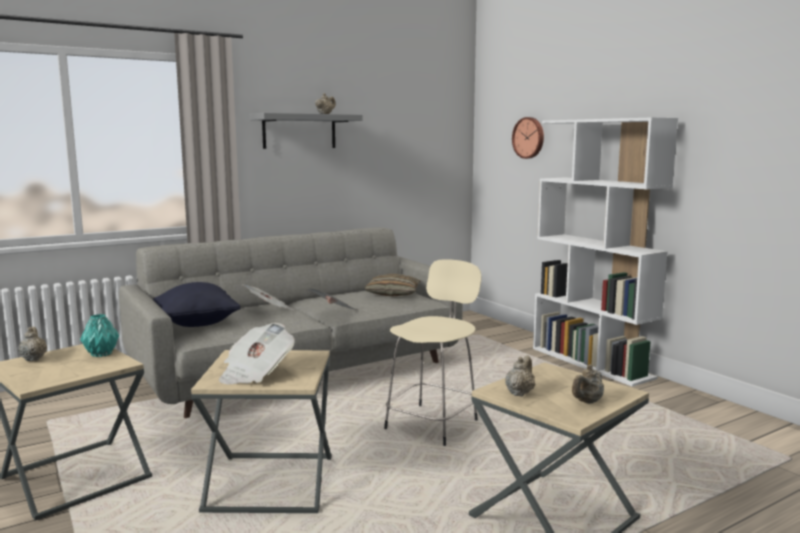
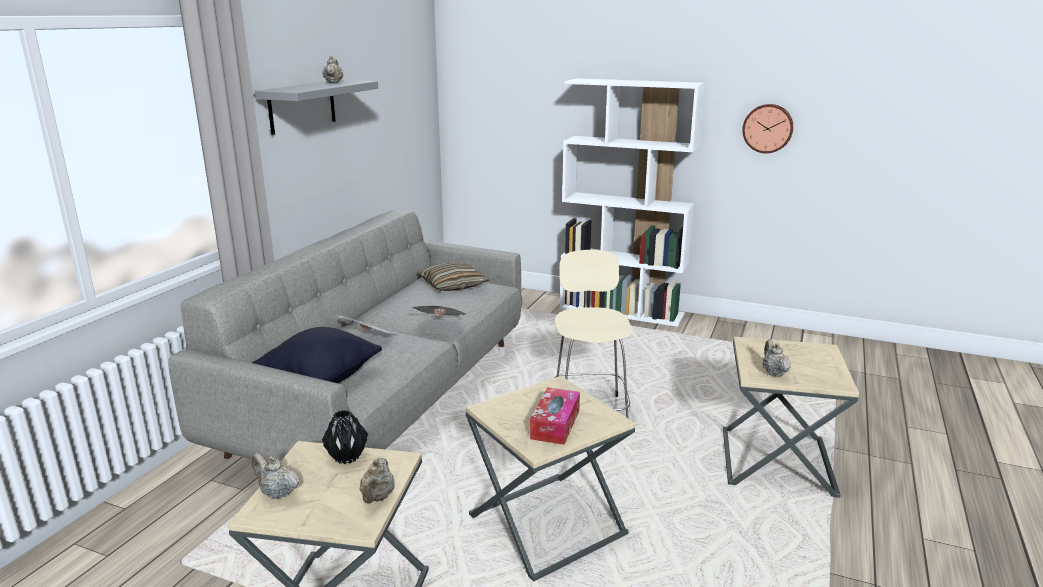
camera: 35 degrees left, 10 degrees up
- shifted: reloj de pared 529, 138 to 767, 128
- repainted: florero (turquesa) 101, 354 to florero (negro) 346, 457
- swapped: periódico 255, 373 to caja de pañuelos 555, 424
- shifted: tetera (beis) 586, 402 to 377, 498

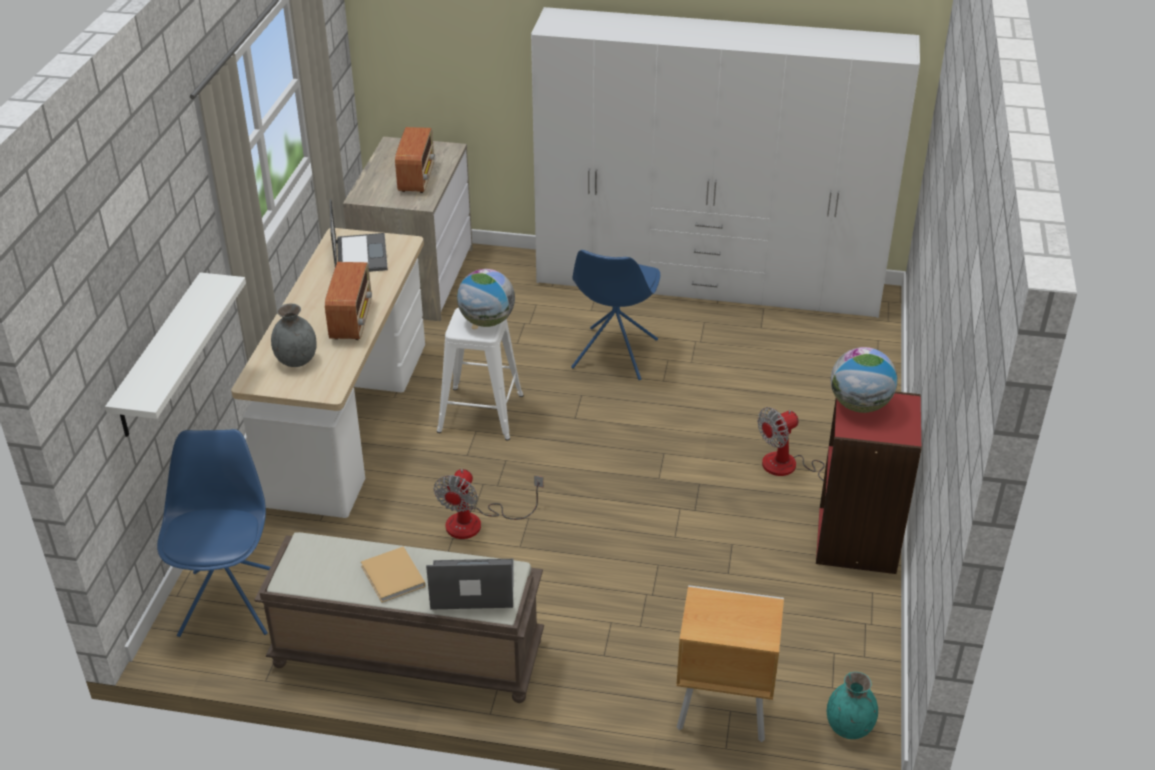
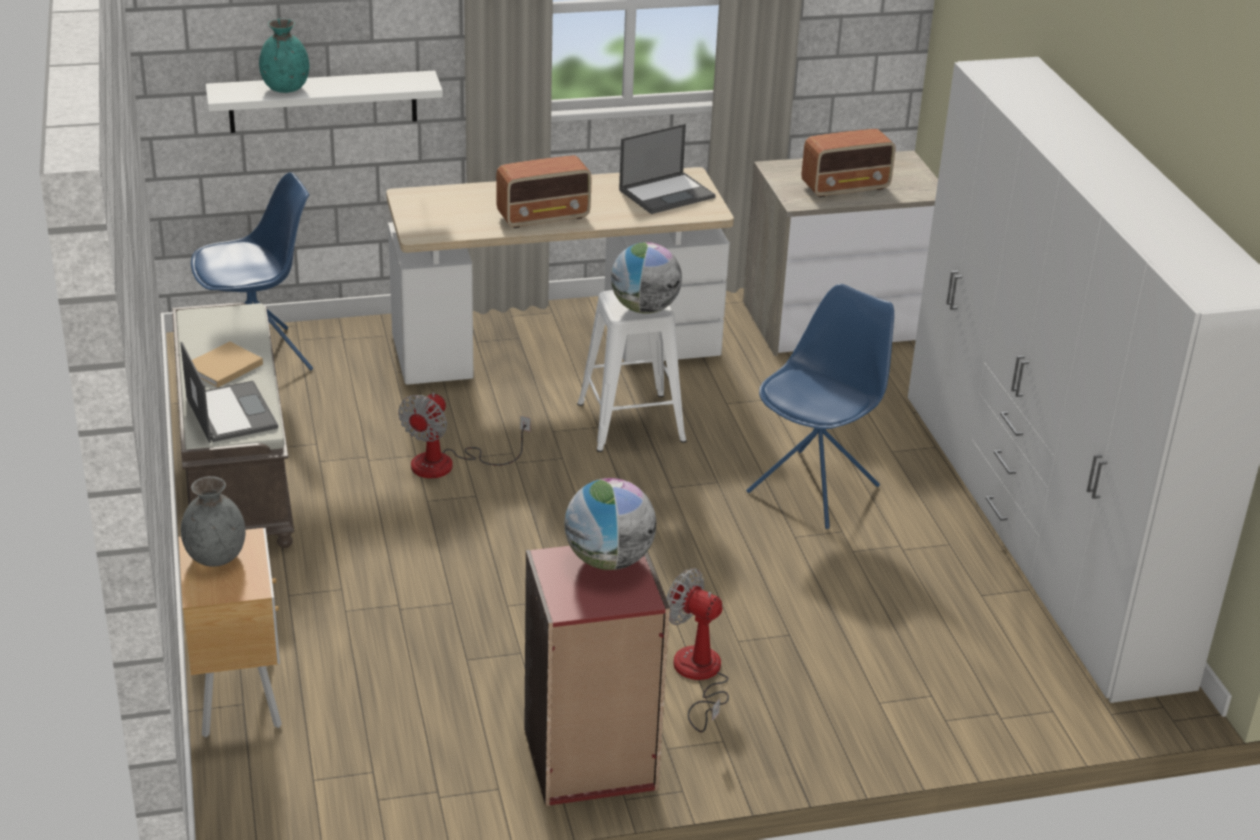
camera: 65 degrees right, 5 degrees down
- rotated: silla (azul) 614, 355 = 815, 488 135 degrees clockwise
- shifted: florero (gris) 296, 360 to 215, 556
- rotated: ventilador 476, 522 = 448, 464 60 degrees counterclockwise
- shifted: florero (turquesa) 849, 727 to 286, 88

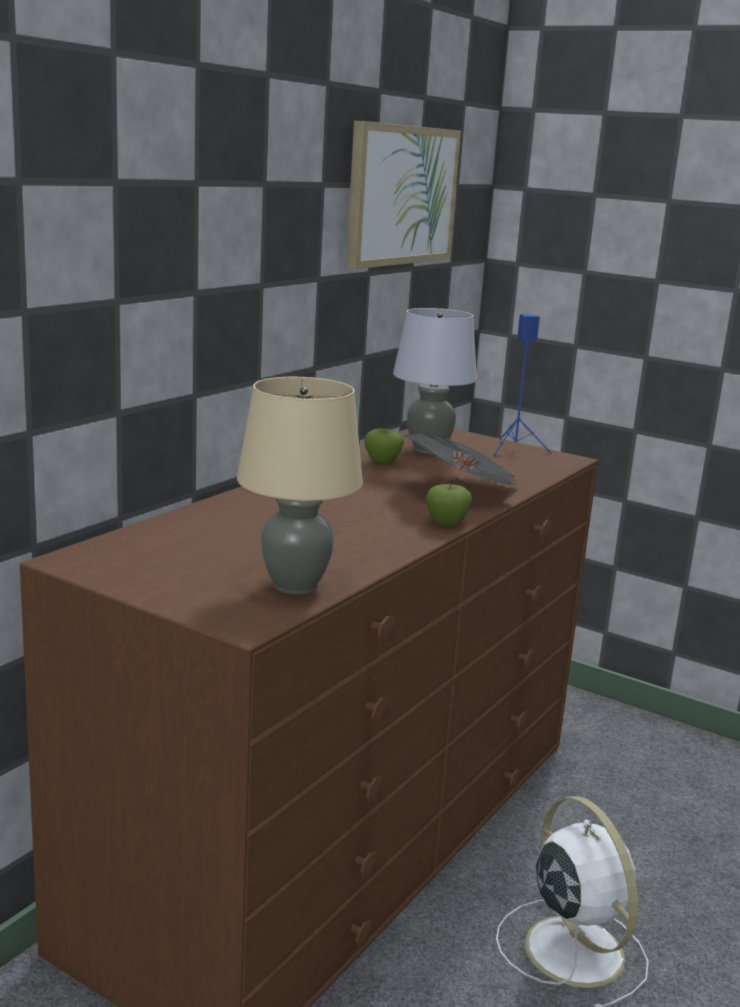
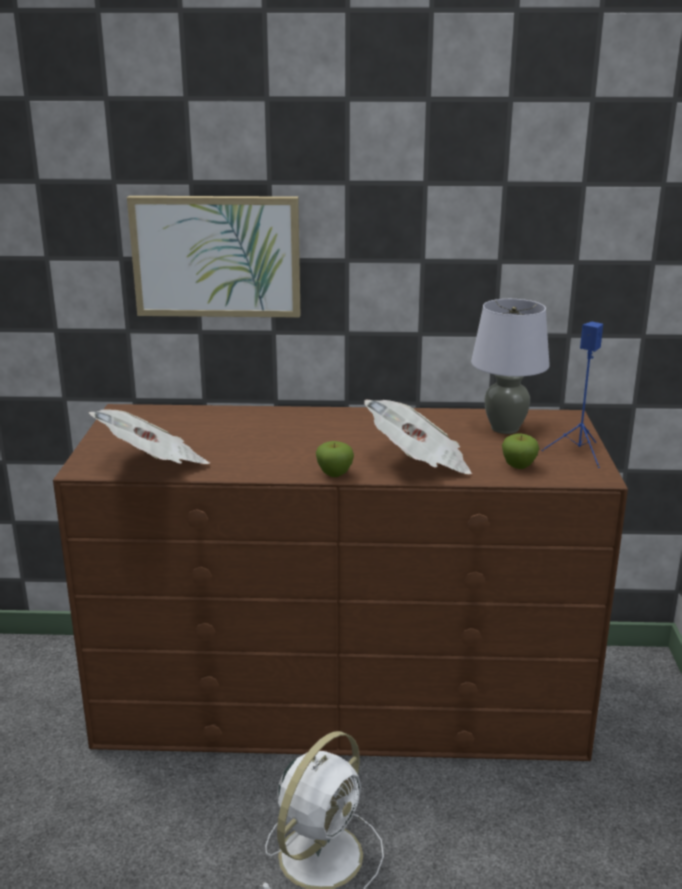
camera: 60 degrees right, 5 degrees up
- shifted: cuadro 401, 195 to 216, 256
- swapped: lámpara de mesa (beis) 294, 586 to periódico 154, 464
- shifted: manzana 382, 462 to 518, 466

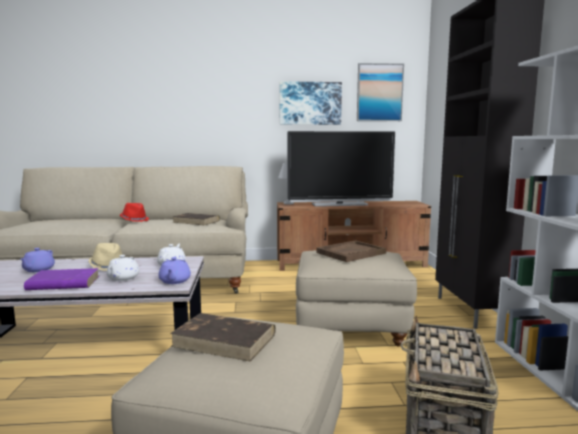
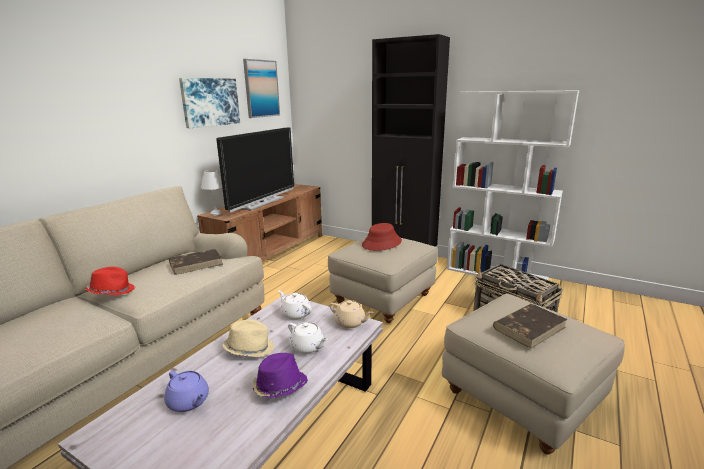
camera: 55 degrees left, 10 degrees up
- swapped: bandeja (marrón) 351, 253 to sombrero (rojo) 382, 243
- repainted: tetera (morado) 174, 281 to tetera (beis) 350, 323
- swapped: libro (morado) 63, 283 to sombrero (morado) 279, 387

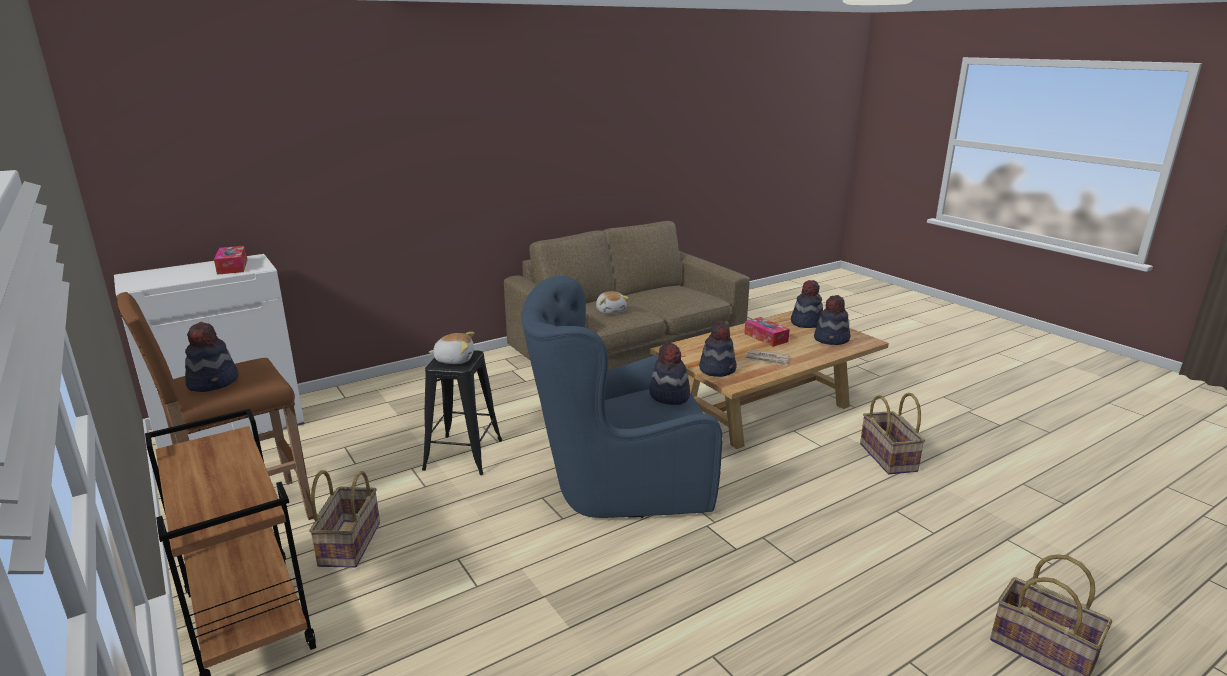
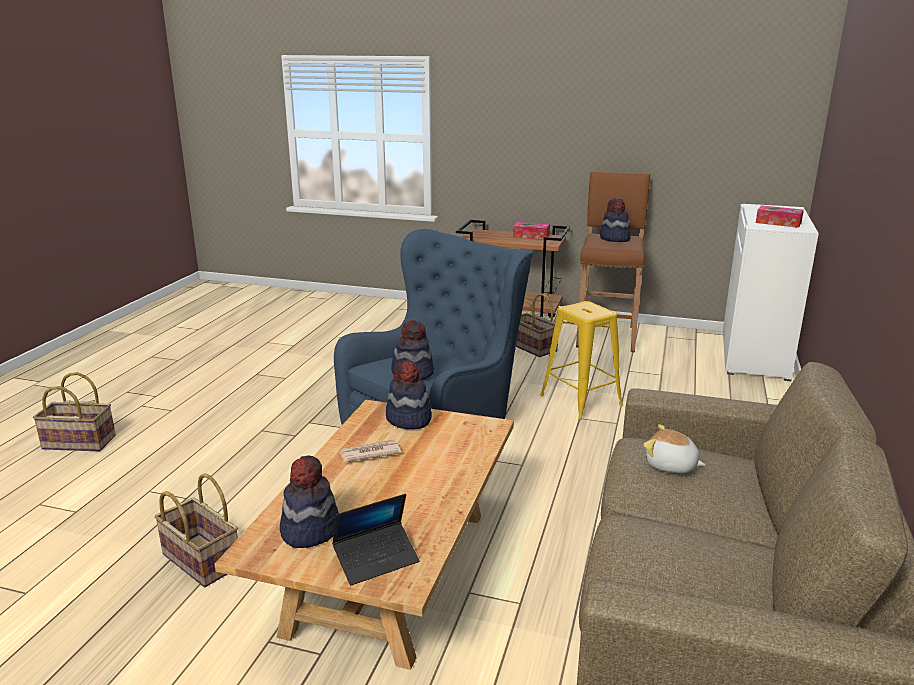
camera: 140 degrees right, 0 degrees up
- swapped: sombrero 806, 322 to portátil 376, 560
- shifted: caja de pañuelos 766, 337 to 531, 236
- gone: peluche 454, 359
- repainted: taburete (negro) 463, 455 to taburete (amarillo) 580, 400

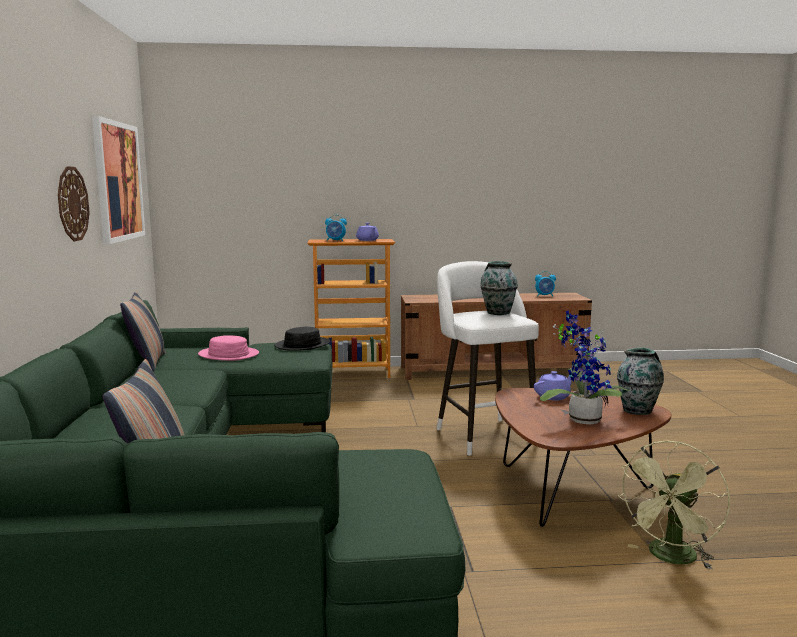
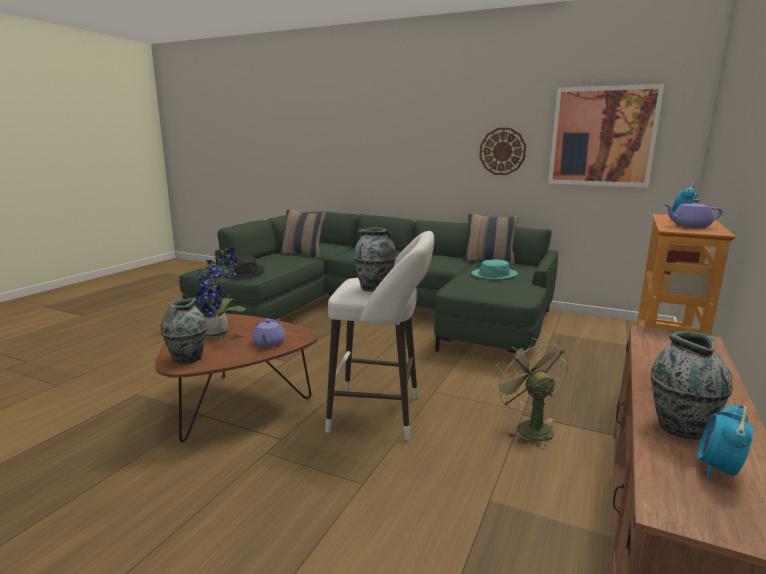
camera: 120 degrees right, 5 degrees up
- shifted: sombrero (negro) 302, 345 to 243, 271
- repainted: sombrero (rosa) 228, 355 to sombrero (turquesa) 494, 274
- shifted: ventilador (verde) 670, 558 to 528, 427
- new: florero 680, 427

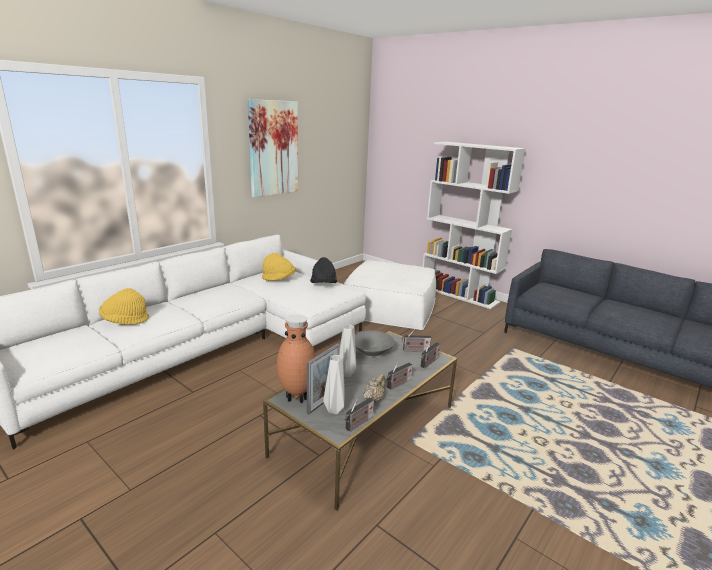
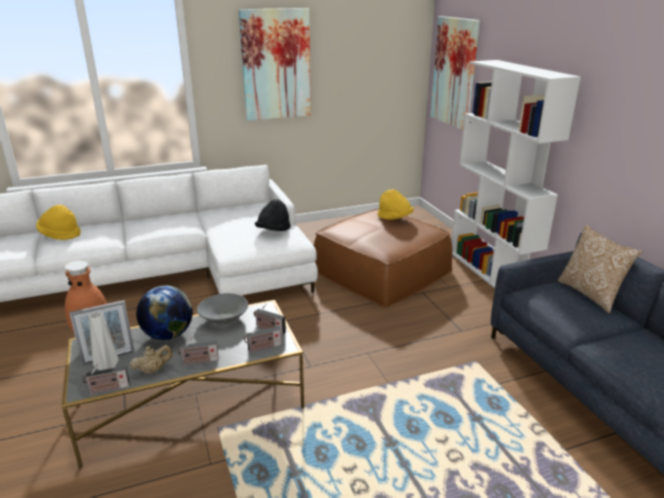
camera: 30 degrees right, 5 degrees up
- shifted: sombrero (amarillo) 279, 279 to 394, 218
- repainted: puf (blanco) 390, 306 to puf (marrón) 381, 270
- swapped: florero (gris) 346, 373 to globo terráqueo 168, 335
- new: cuadro 454, 72
- new: cojín 590, 294

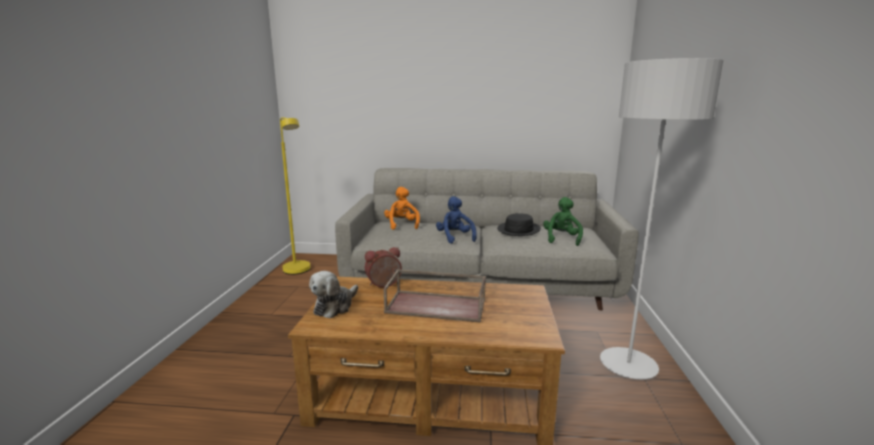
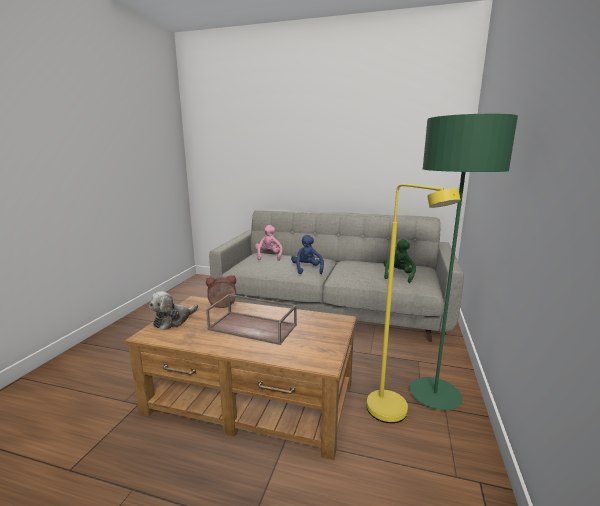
camera: 10 degrees right, 0 degrees up
- repainted: lámpara de pie (gris) 628, 365 to lámpara de pie (verde) 434, 395
- shifted: lámpara de pie (amarillo) 298, 272 to 393, 416
- repainted: peluche (naranja) 402, 225 to peluche (rosa) 269, 256
- gone: sombrero (negro) 519, 230

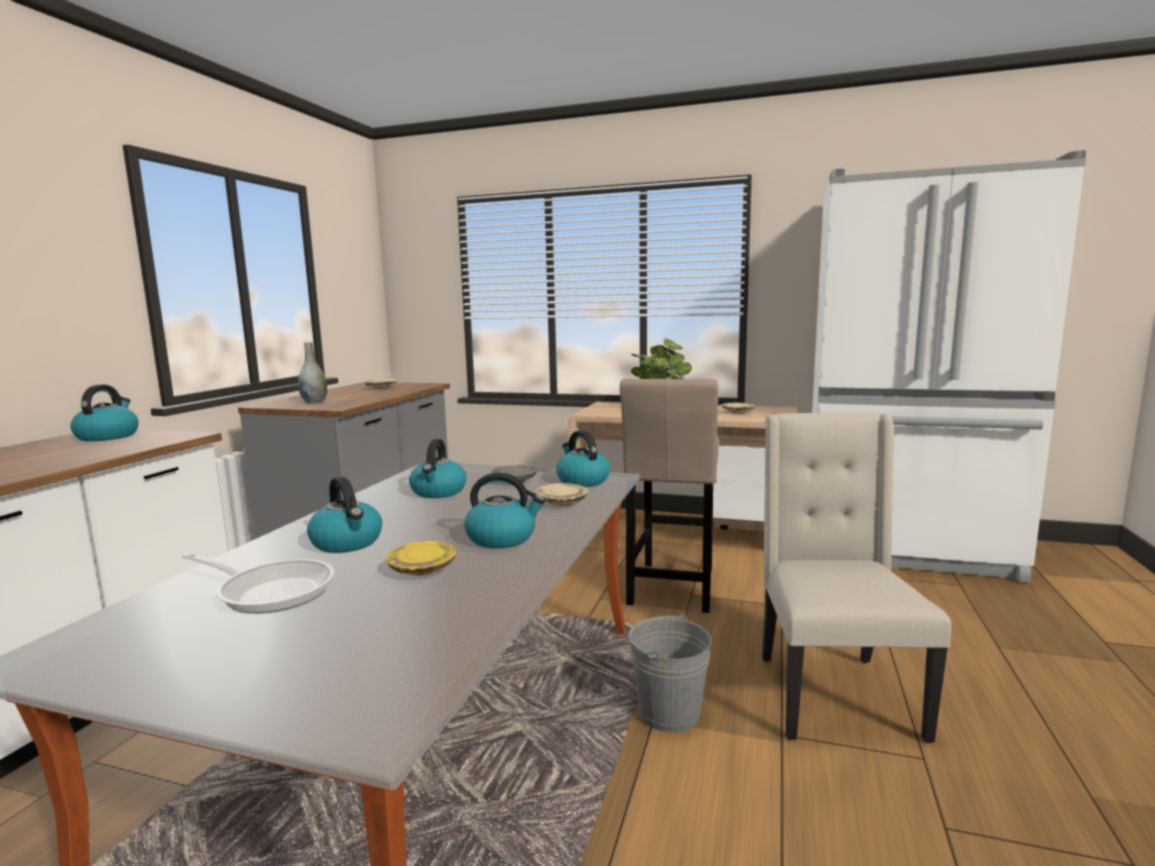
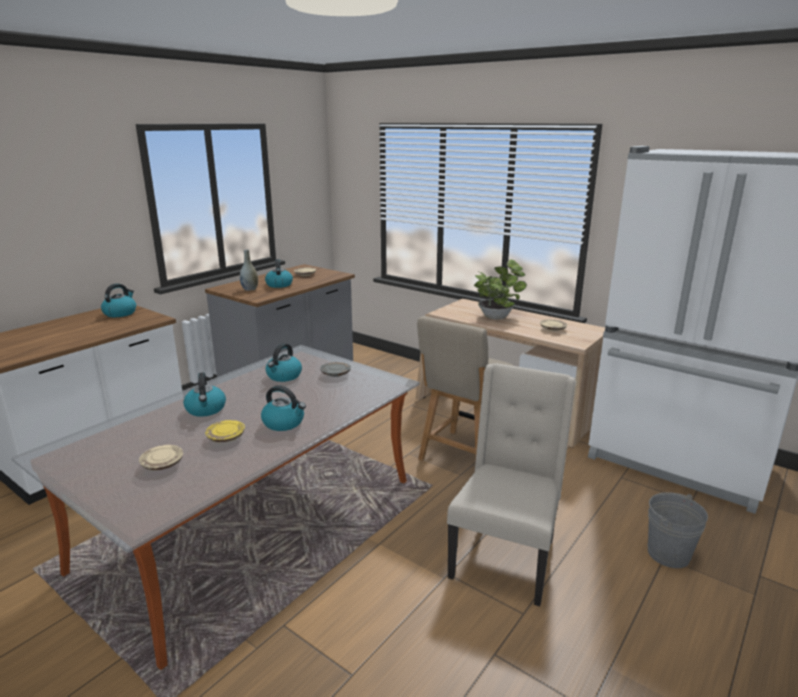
camera: 20 degrees right, 10 degrees up
- swapped: taburete (beis) 671, 589 to silla (beis) 462, 457
- shifted: hervidor 582, 480 to 279, 284
- shifted: plato (beis) 562, 502 to 163, 464
- gone: sartén 271, 590
- shifted: cubo (gris) 669, 713 to 668, 554

